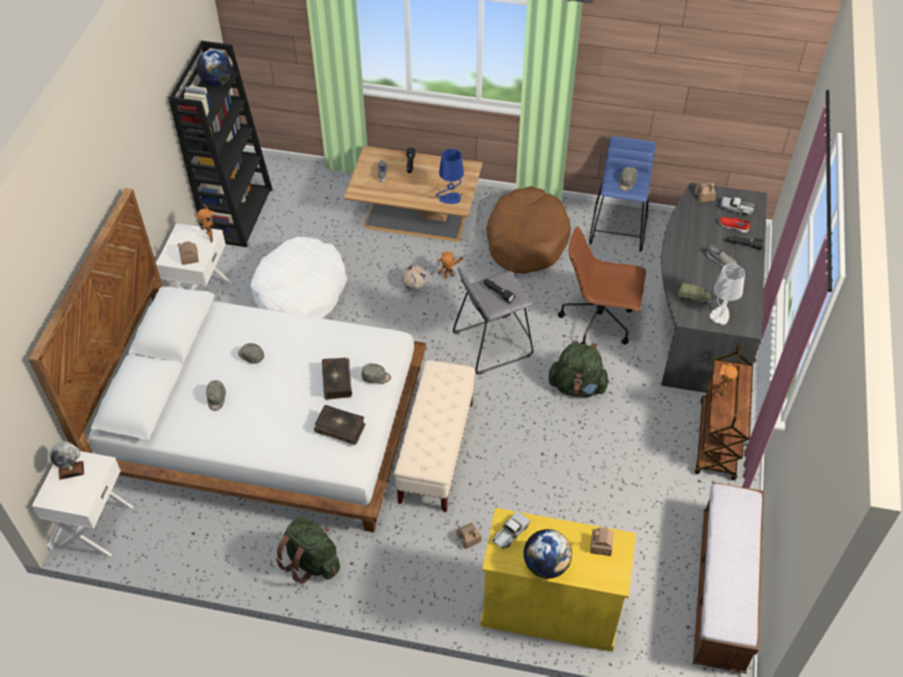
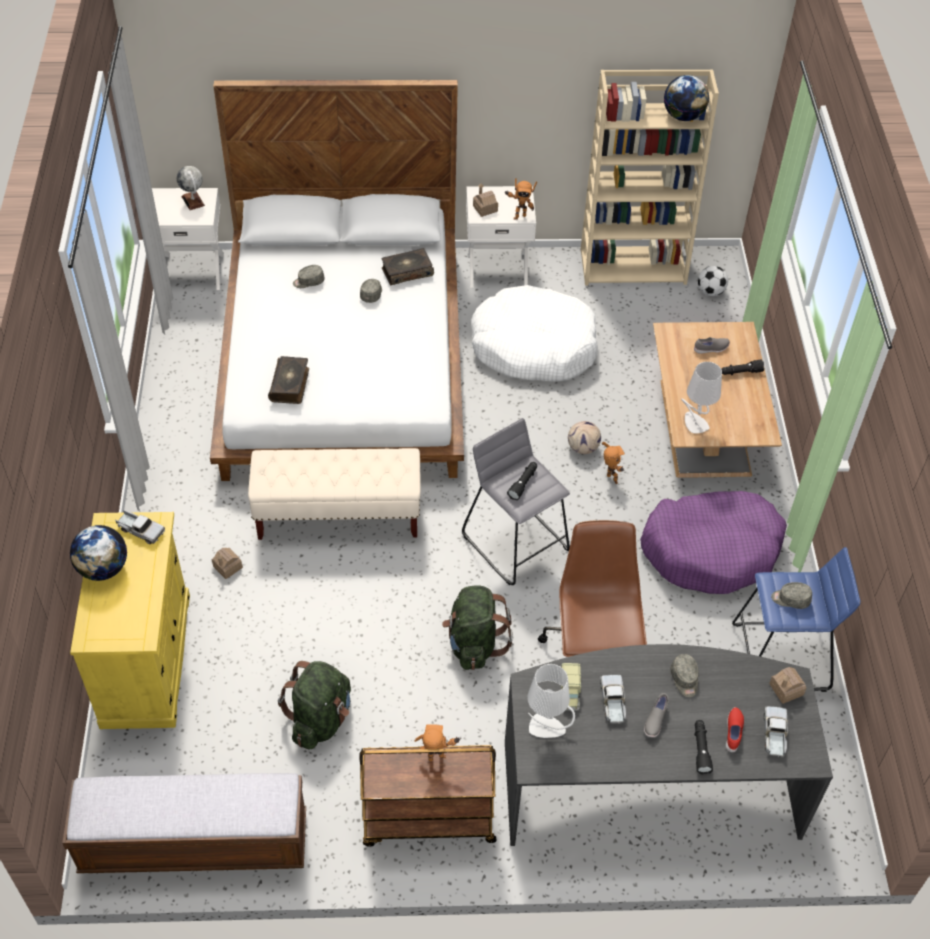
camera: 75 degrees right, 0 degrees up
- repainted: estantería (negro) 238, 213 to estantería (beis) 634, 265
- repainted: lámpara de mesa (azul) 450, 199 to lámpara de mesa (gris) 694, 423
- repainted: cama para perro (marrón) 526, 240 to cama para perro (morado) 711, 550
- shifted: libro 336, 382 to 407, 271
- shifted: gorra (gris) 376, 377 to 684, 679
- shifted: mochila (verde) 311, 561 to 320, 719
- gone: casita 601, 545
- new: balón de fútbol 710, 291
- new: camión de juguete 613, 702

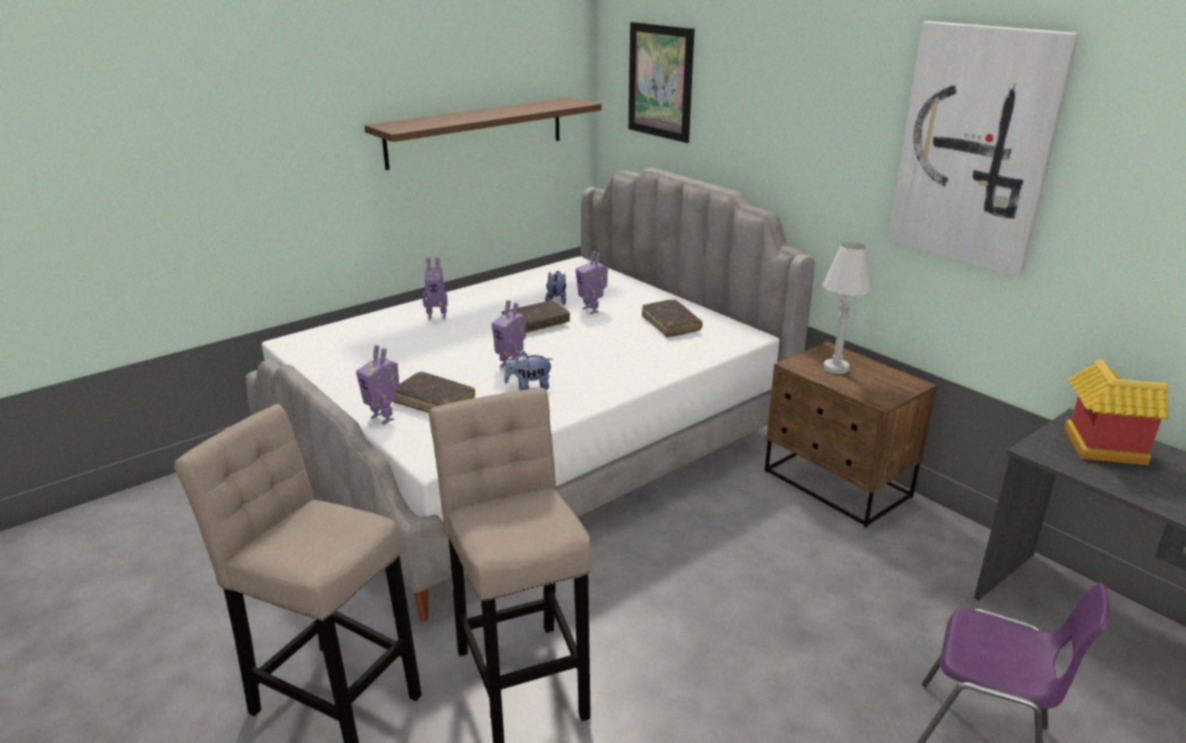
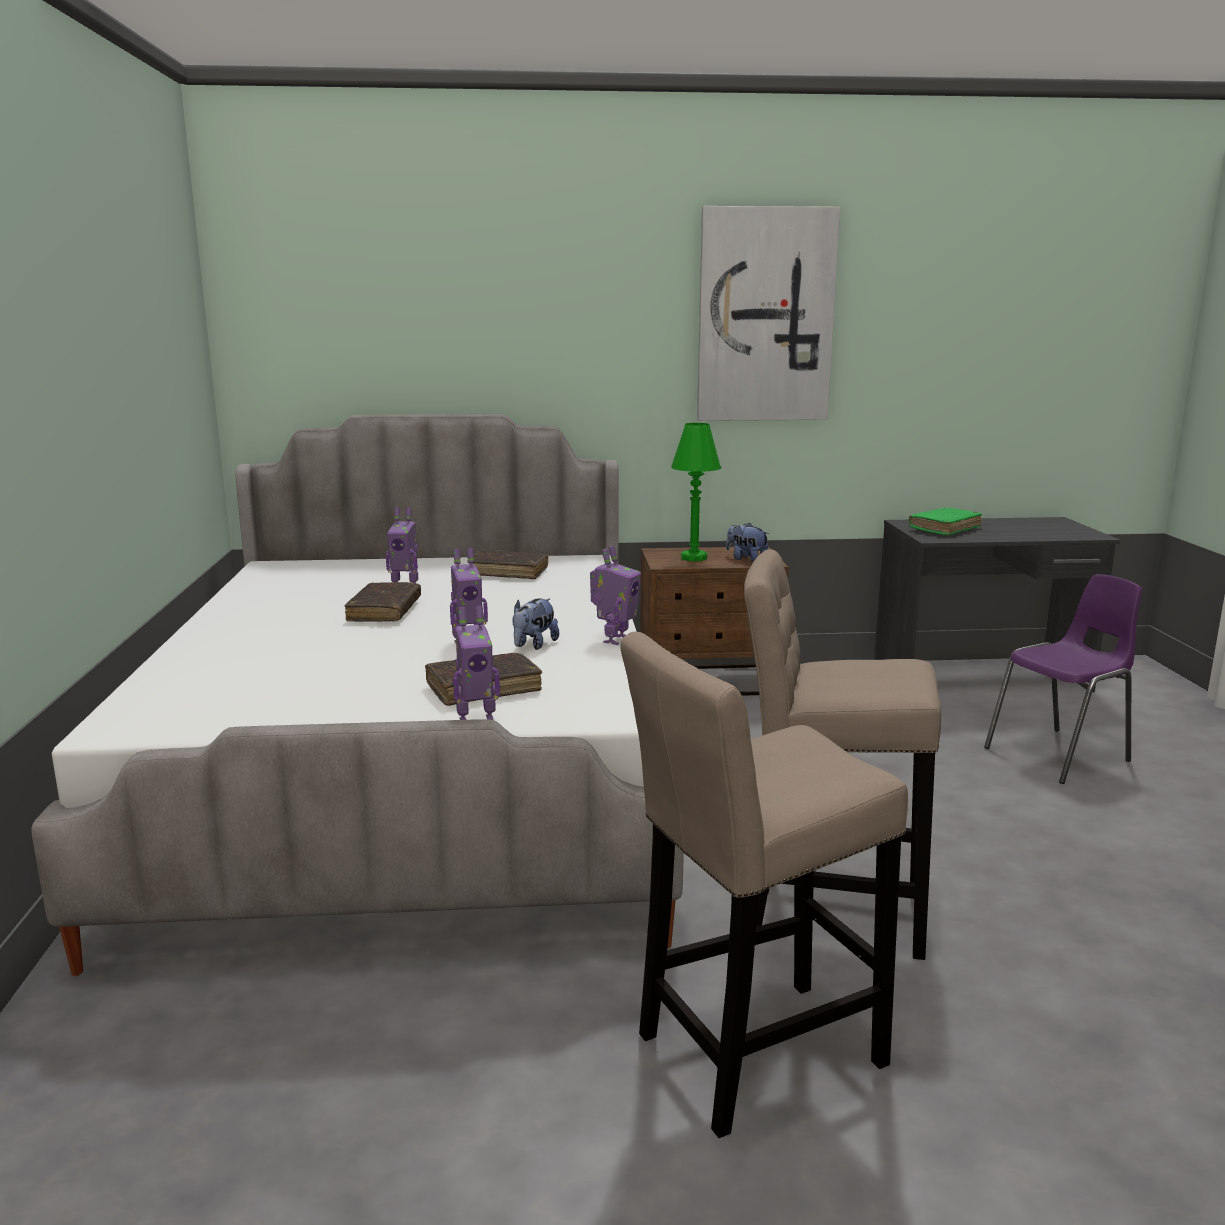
camera: 55 degrees left, 10 degrees down
- gone: cuadro 660, 81
- gone: estante (marrón) 476, 132
- repainted: lámpara de mesa (blanco) 836, 368 to lámpara de mesa (verde) 693, 558
- shifted: robot de juguete 437, 316 to 614, 640
- shifted: peluche 556, 300 to 746, 559
- swapped: casita 1096, 447 to libro (verde) 944, 529

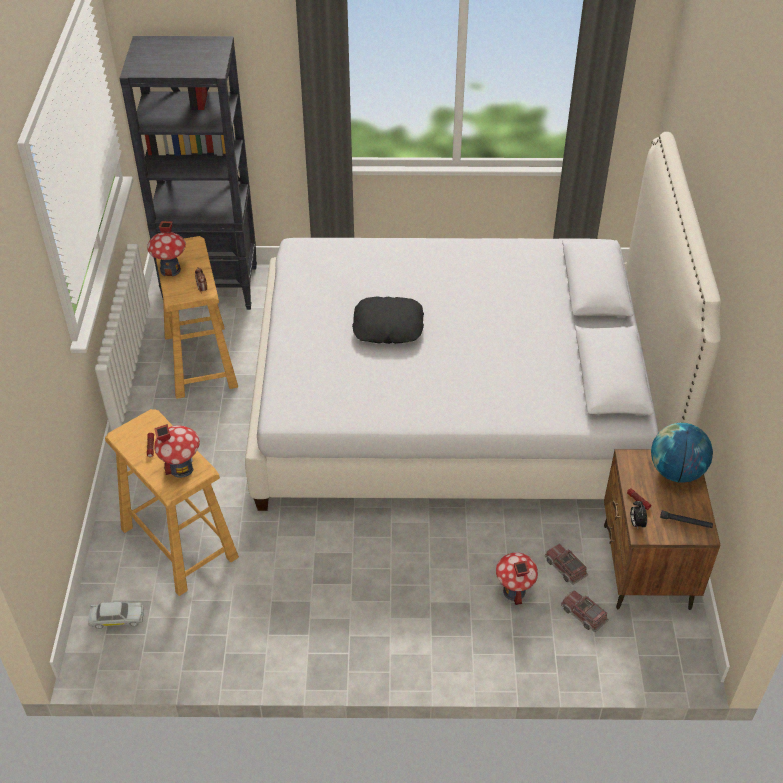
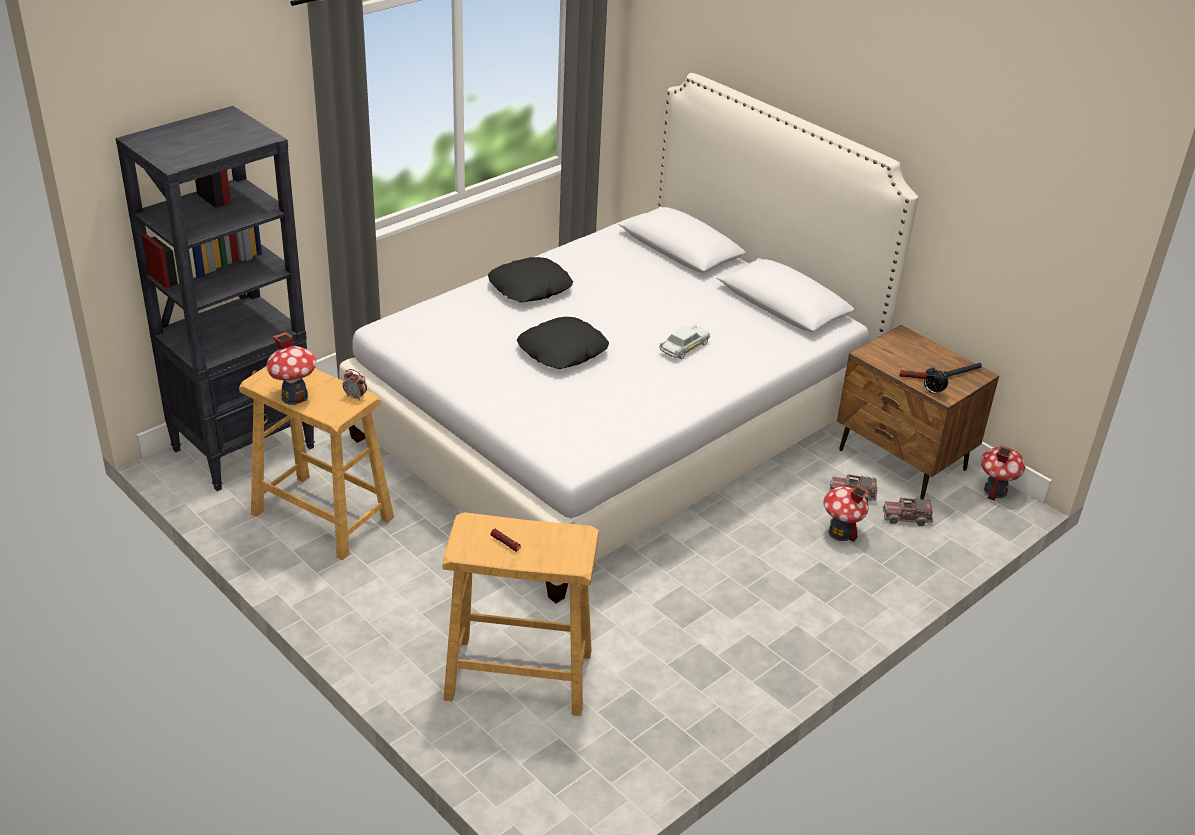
camera: 45 degrees left, 10 degrees down
- gone: globo terráqueo 676, 471
- shifted: casita 181, 468 to 995, 491
- shifted: coche de juguete (blanco) 116, 618 to 684, 348
- new: cojín (negro) 530, 288

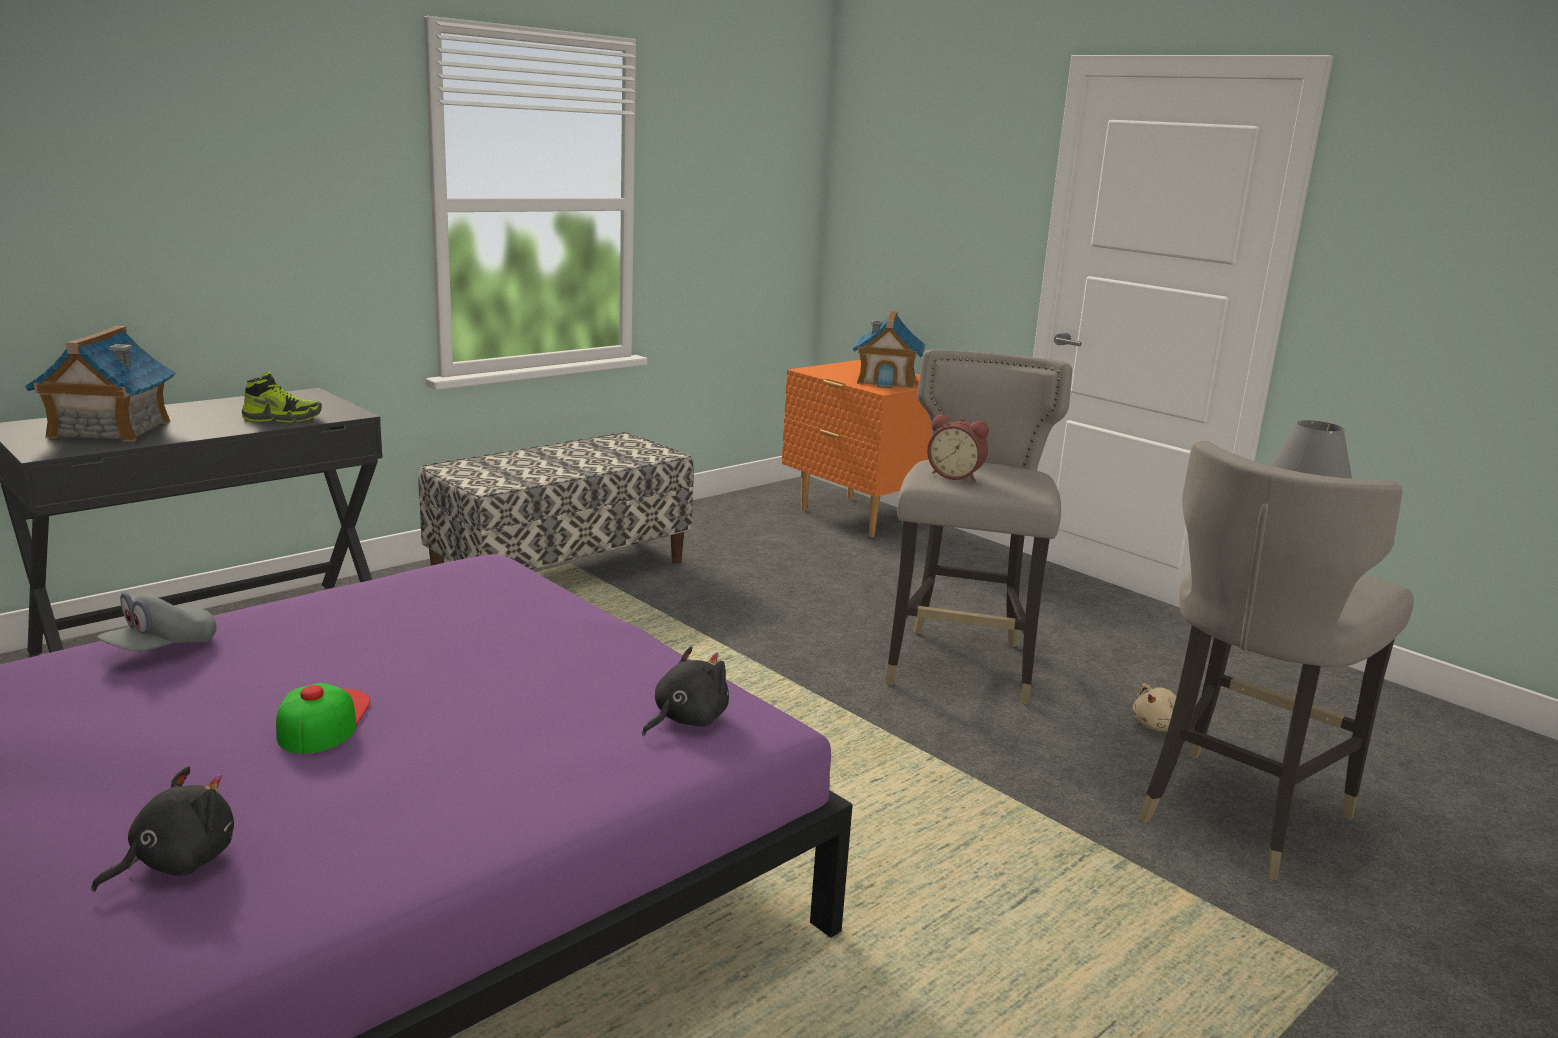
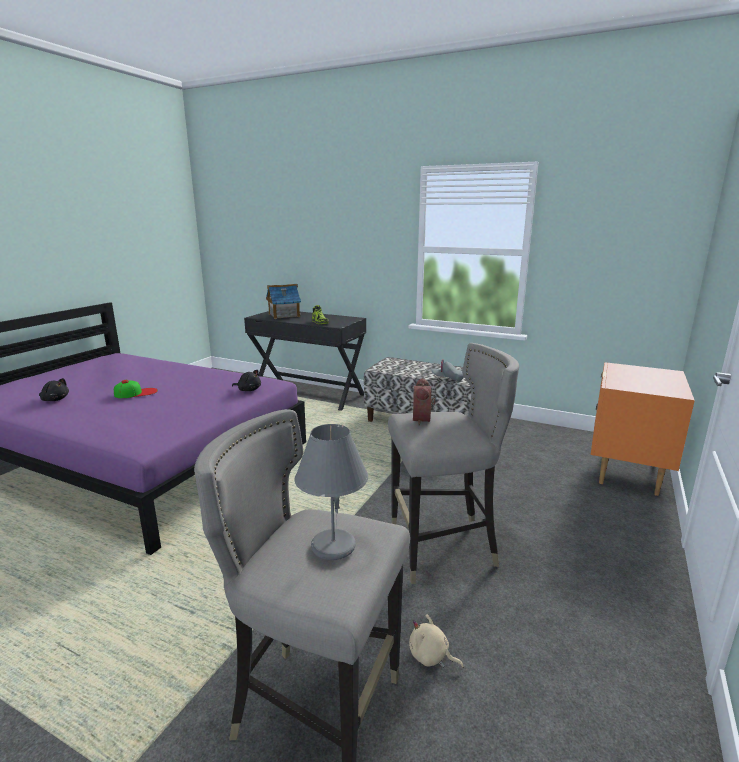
camera: 70 degrees right, 0 degrees up
- gone: casita 886, 380
- shifted: gorra (gris) 161, 649 to 447, 379
- shifted: peluche (negro) 686, 720 to 248, 390

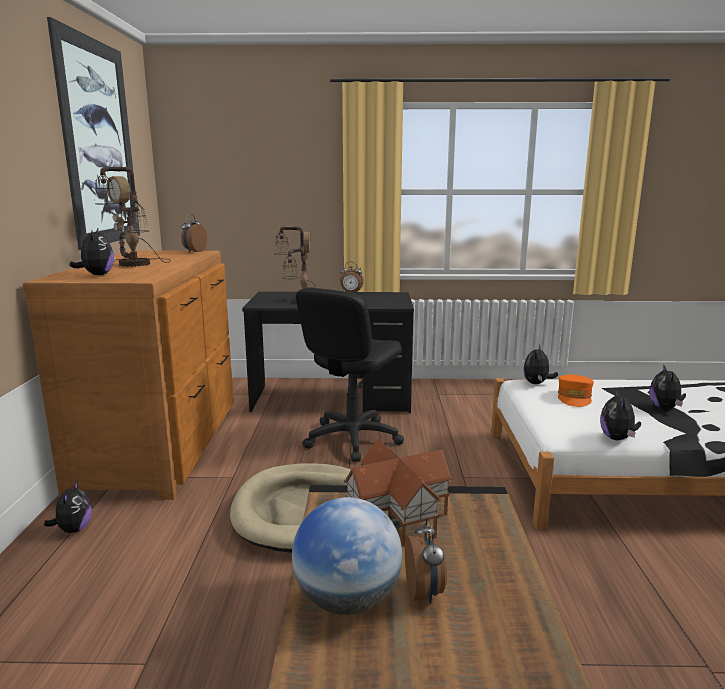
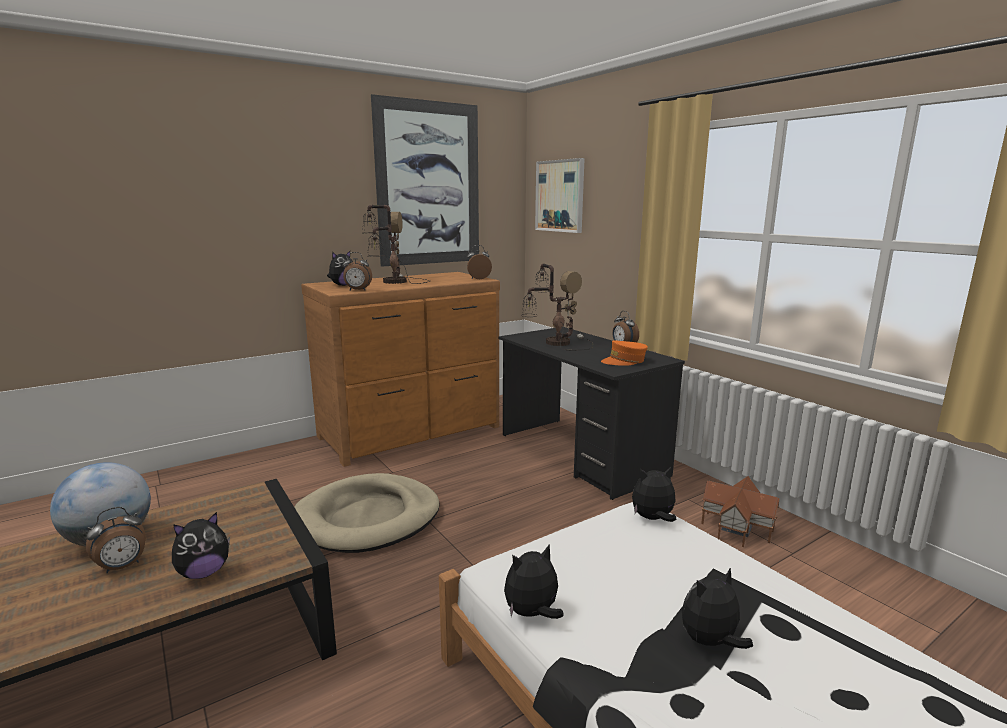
camera: 55 degrees right, 0 degrees up
- gone: silla de oficina (negro) 352, 439
- shifted: gorra (naranja) 574, 398 to 624, 361
- shifted: casita 399, 516 to 737, 528
- shifted: peluche 74, 529 to 204, 572
- new: cuadro 560, 196
- new: despertador 357, 290

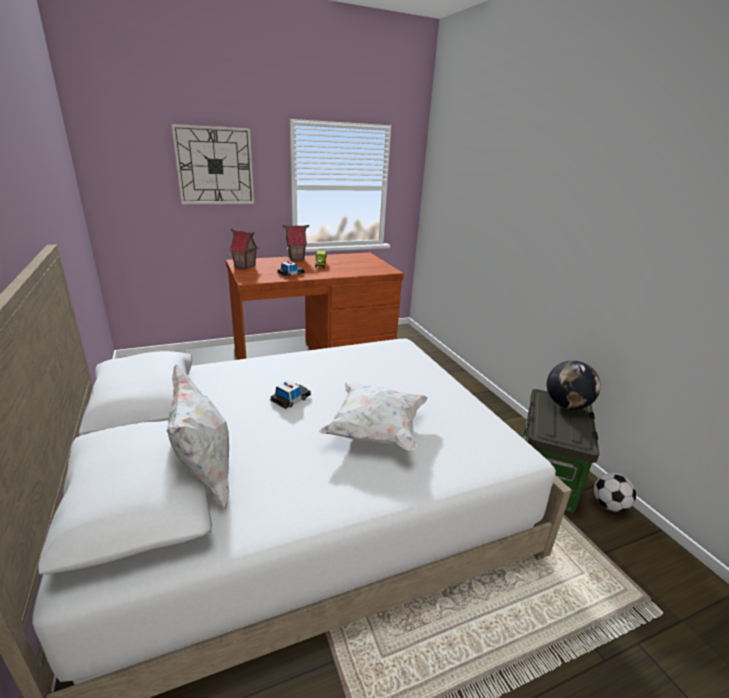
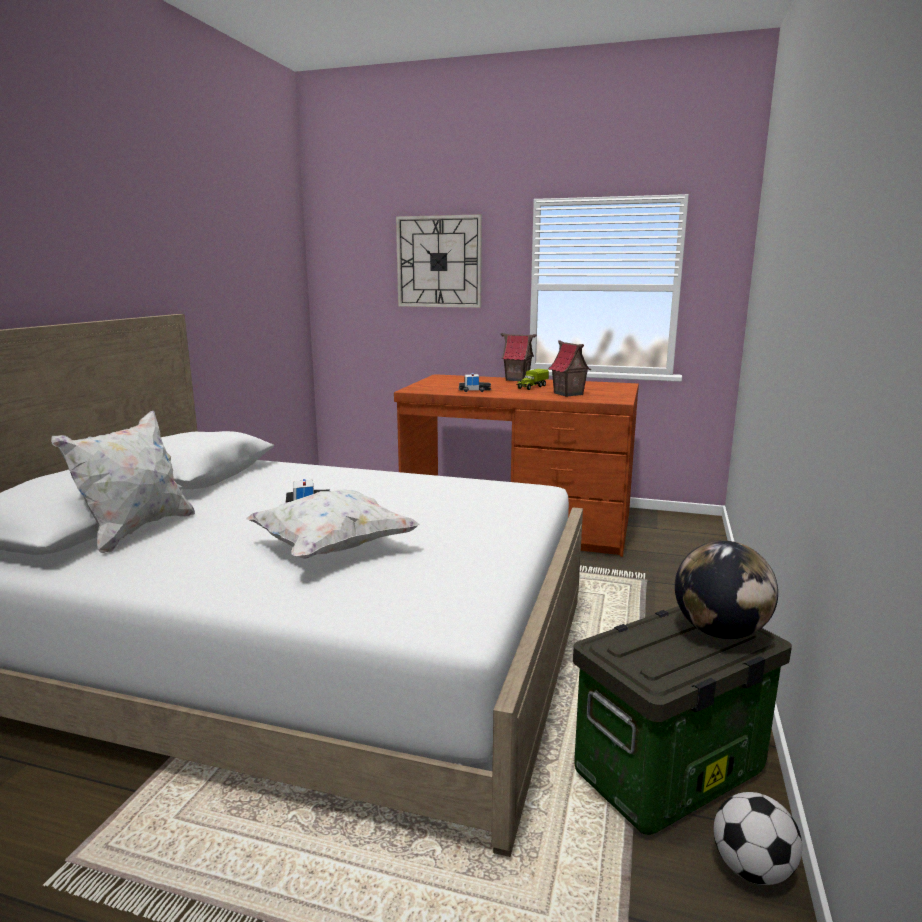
camera: 40 degrees right, 10 degrees down
- shifted: casita 244, 266 to 568, 394

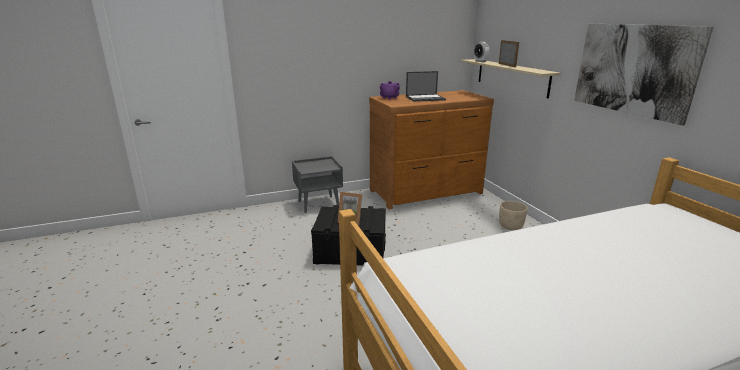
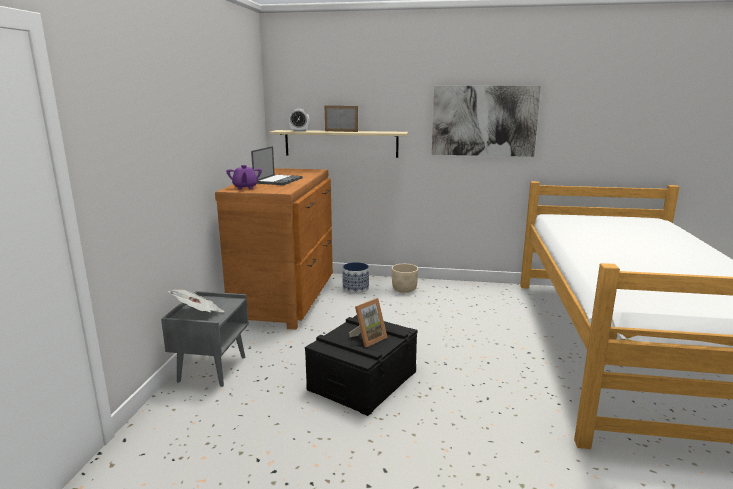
camera: 60 degrees left, 5 degrees down
- new: maceta 355, 289
- new: periódico 198, 313

